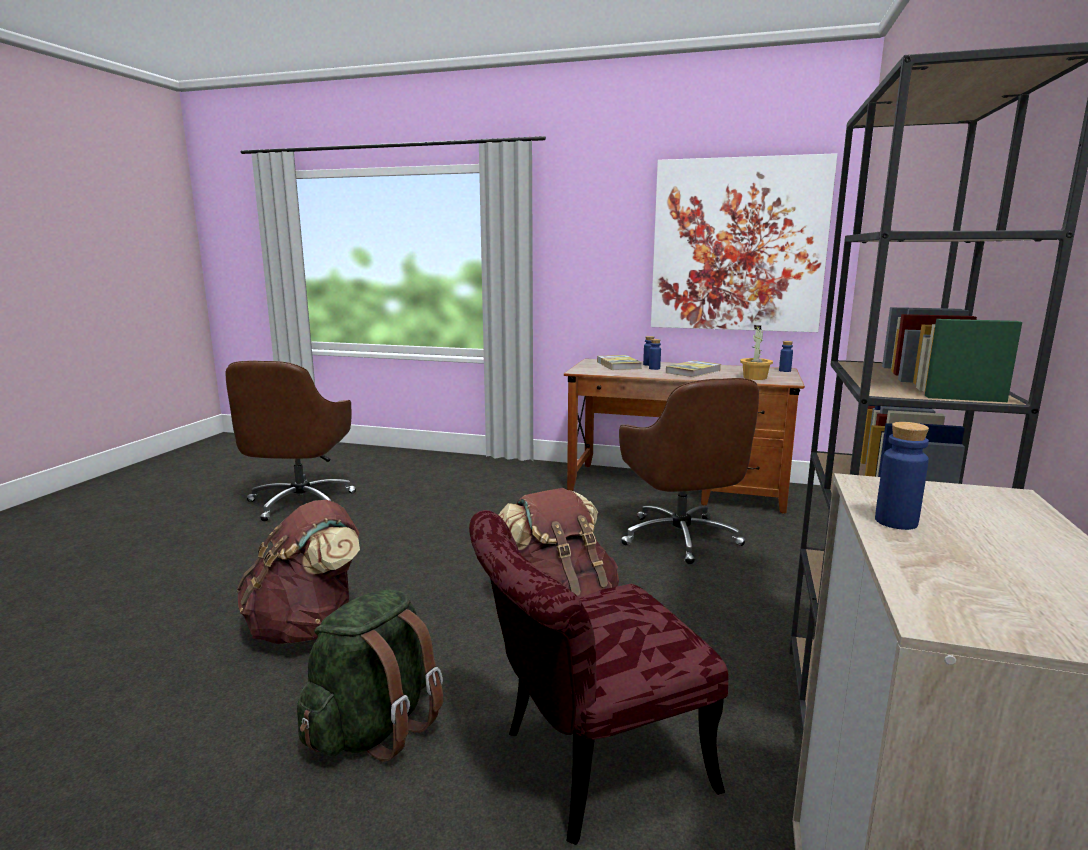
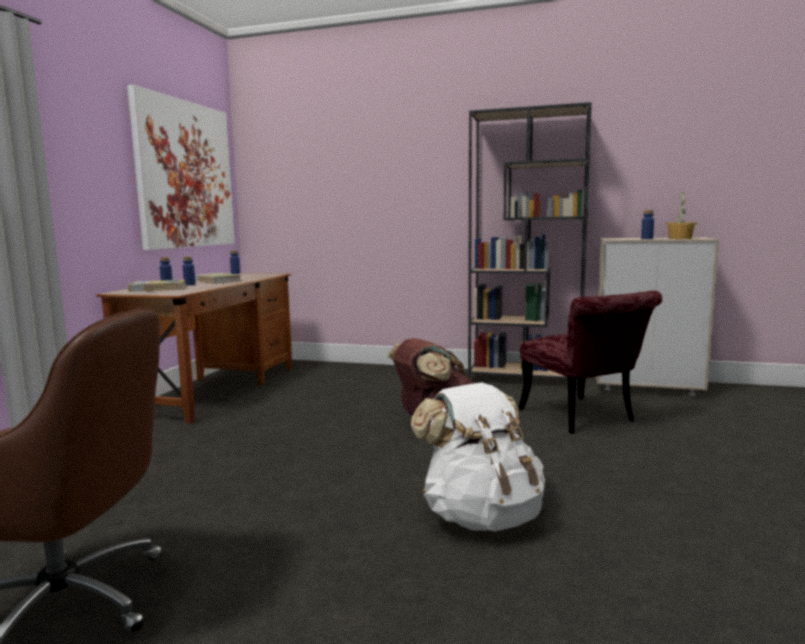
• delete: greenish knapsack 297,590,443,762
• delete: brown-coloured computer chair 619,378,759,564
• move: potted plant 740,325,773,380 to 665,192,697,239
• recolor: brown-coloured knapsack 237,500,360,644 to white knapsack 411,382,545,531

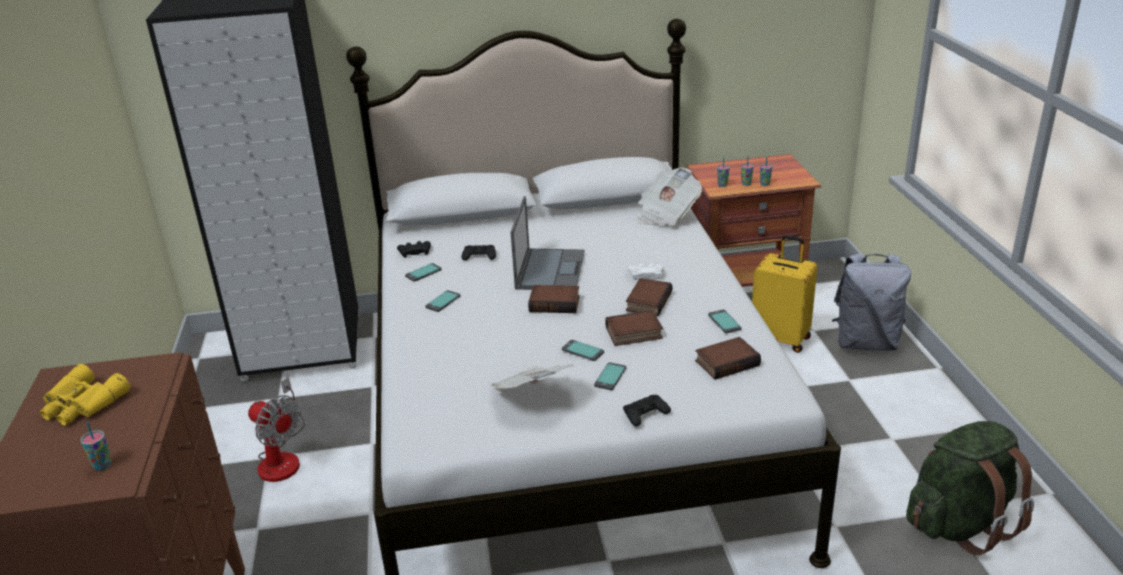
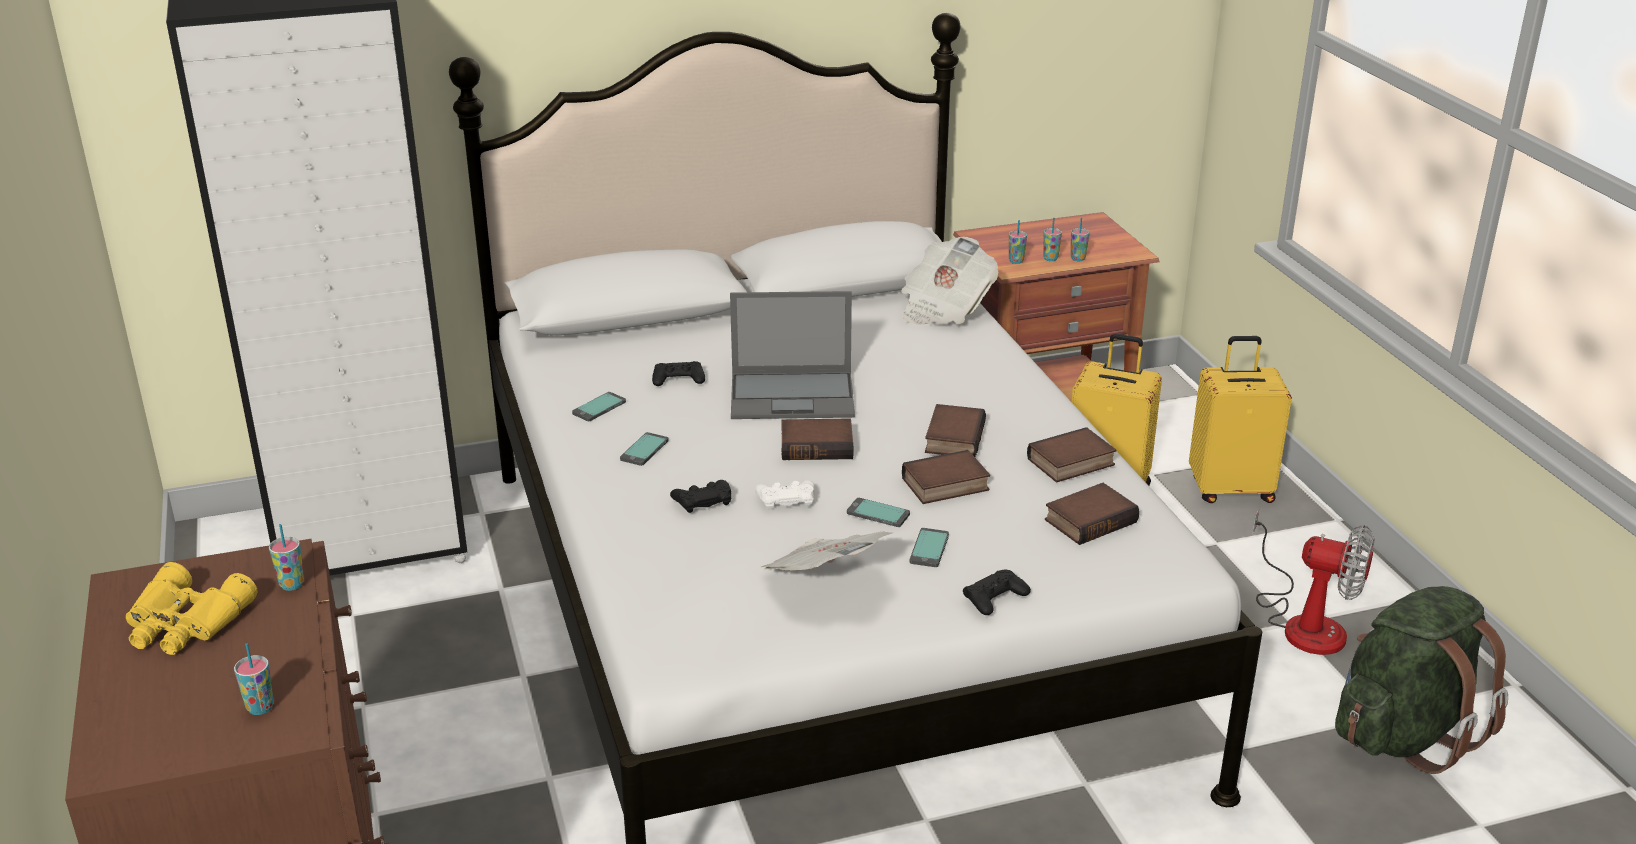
• insert: drinking cup 269,524,304,591
• move: cooling fan 248,377,305,482 to 1253,508,1374,655
• move: black gamepad 397,241,431,258 to 670,480,731,513
• move: white gamepad 628,264,664,280 to 755,480,815,509
• replace: phone 708,309,741,333 to bound book 1027,427,1116,483
• replace: gray knapsack 832,253,911,351 to yellowish travel case 1189,336,1292,503
• rotate: laptop 510,196,584,290 = 730,291,855,419 90 degrees clockwise

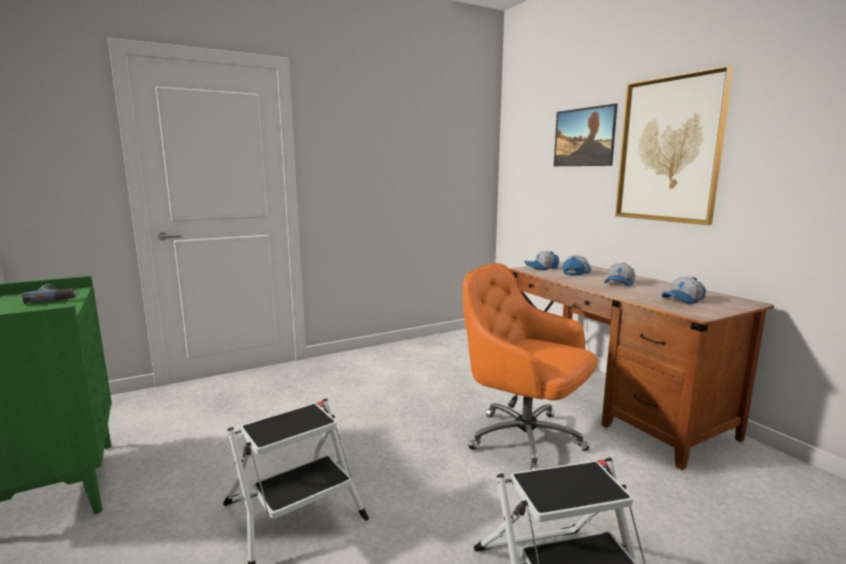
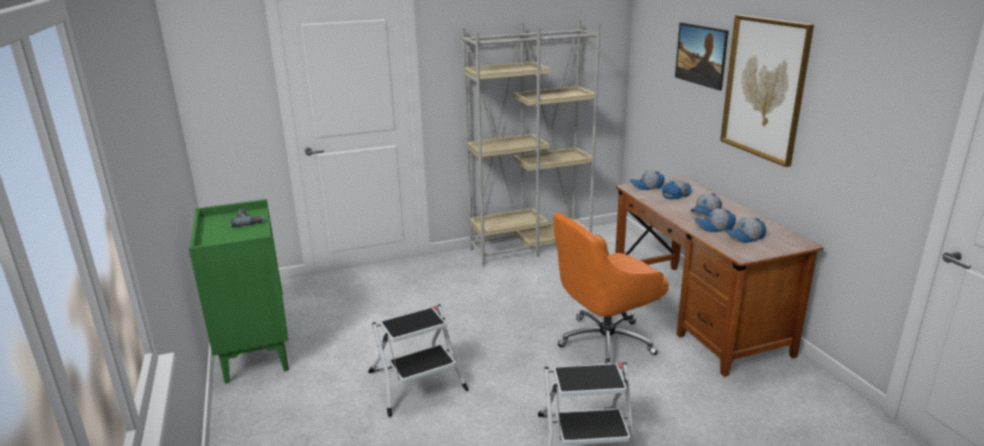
• insert: beige bookshelf 462,20,600,266
• insert: baseball cap 695,208,736,232
• rotate: orange computer chair 463,263,598,470 = 553,212,669,364 75 degrees counterclockwise

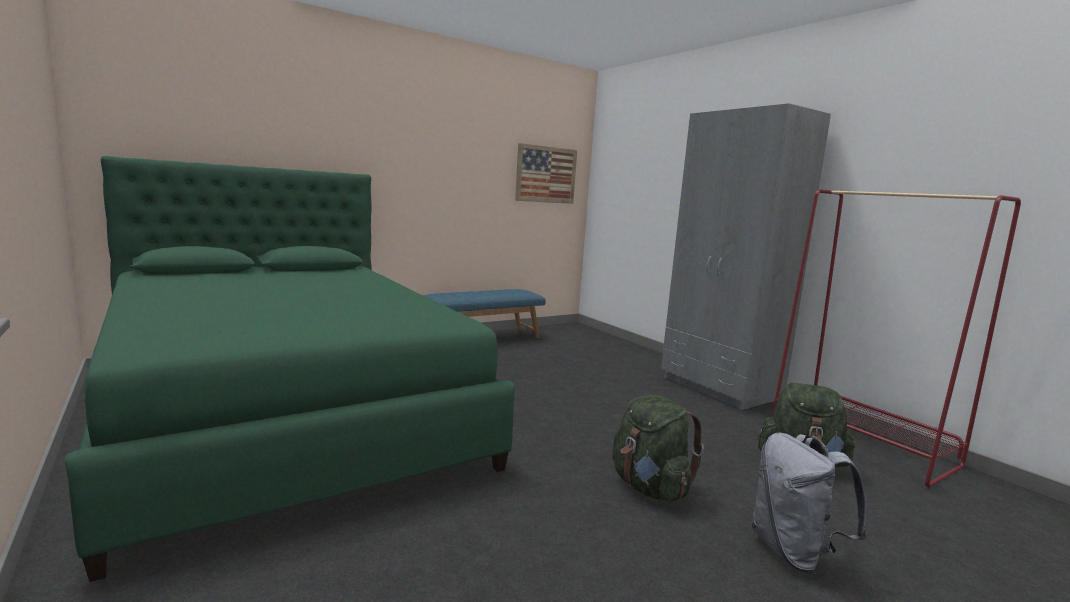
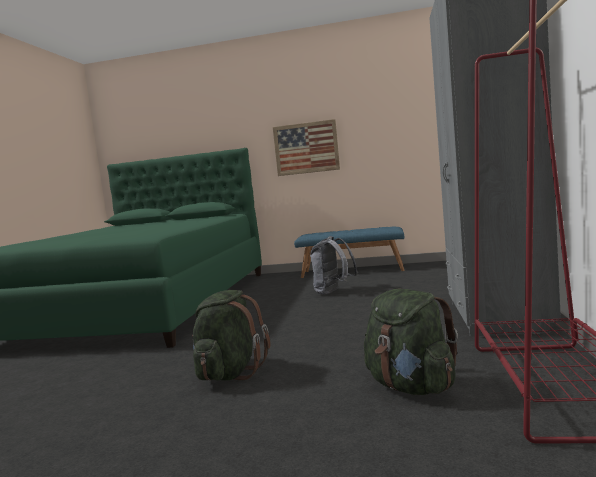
• move: wall art 515,143,577,204 to 273,119,340,176
• move: gray knapsack 752,433,867,573 to 310,236,358,295

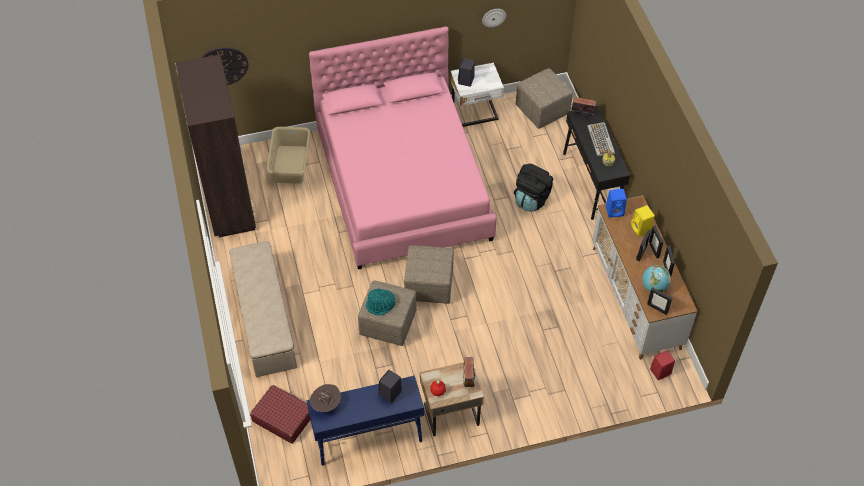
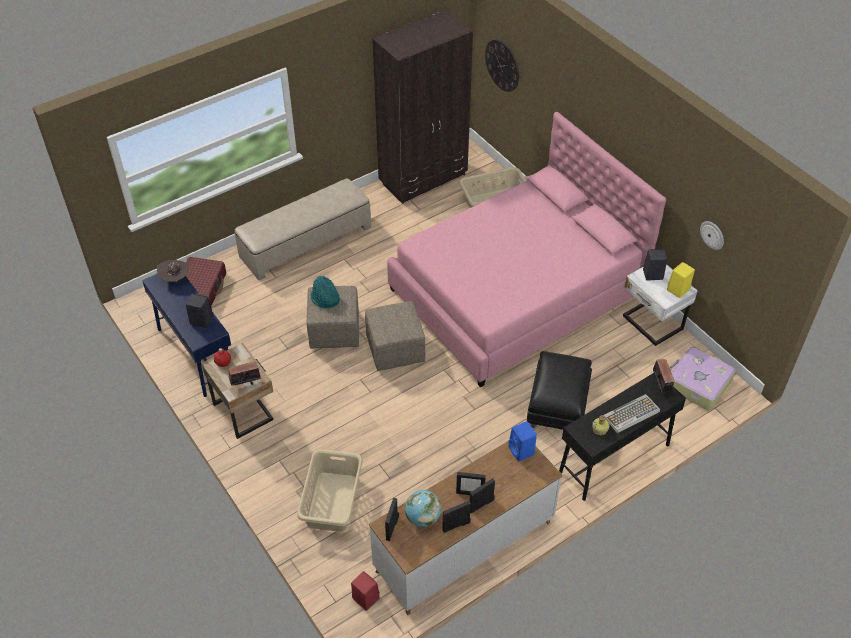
• insert: beige hamper 297,449,363,532
• move: yellowish loudspeaker 631,205,655,237 to 667,262,695,298
• replace: black knapsack 514,164,553,212 to black pouffe 527,351,592,430
• replace: beige pouffe 516,68,573,129 to travel case 669,347,735,410

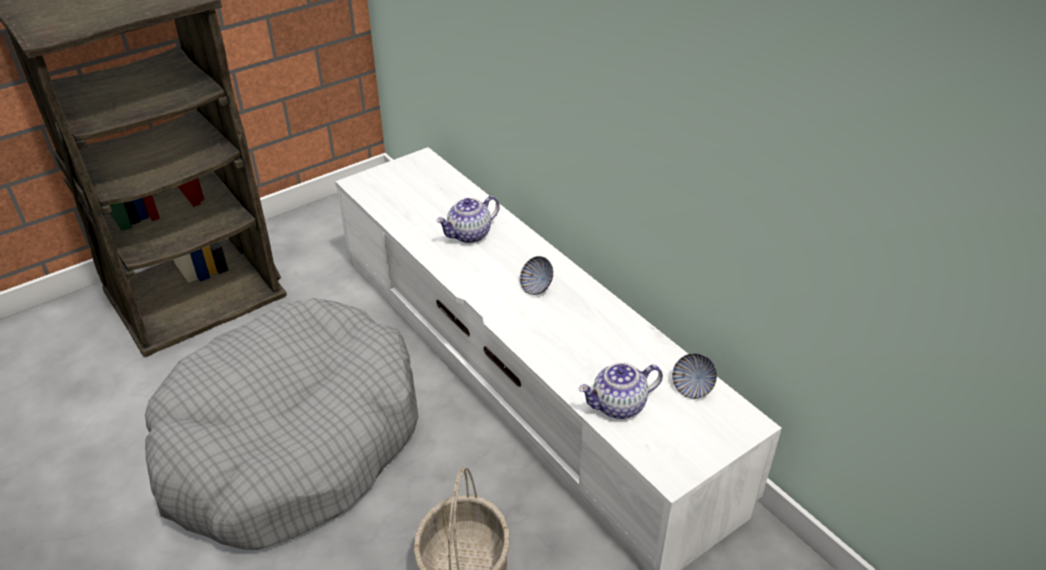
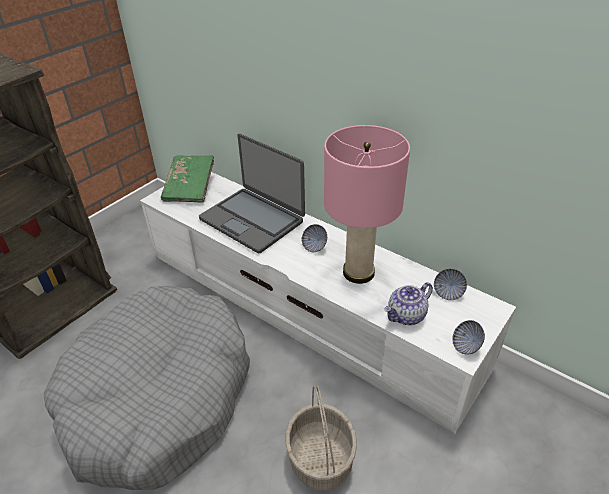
• insert: greenish bound book 161,155,214,203
• insert: pinkish tabletop lamp 324,125,410,284
• insert: bowl 452,320,485,355
• replace: pot for tea 436,196,500,243 to laptop 199,133,305,253

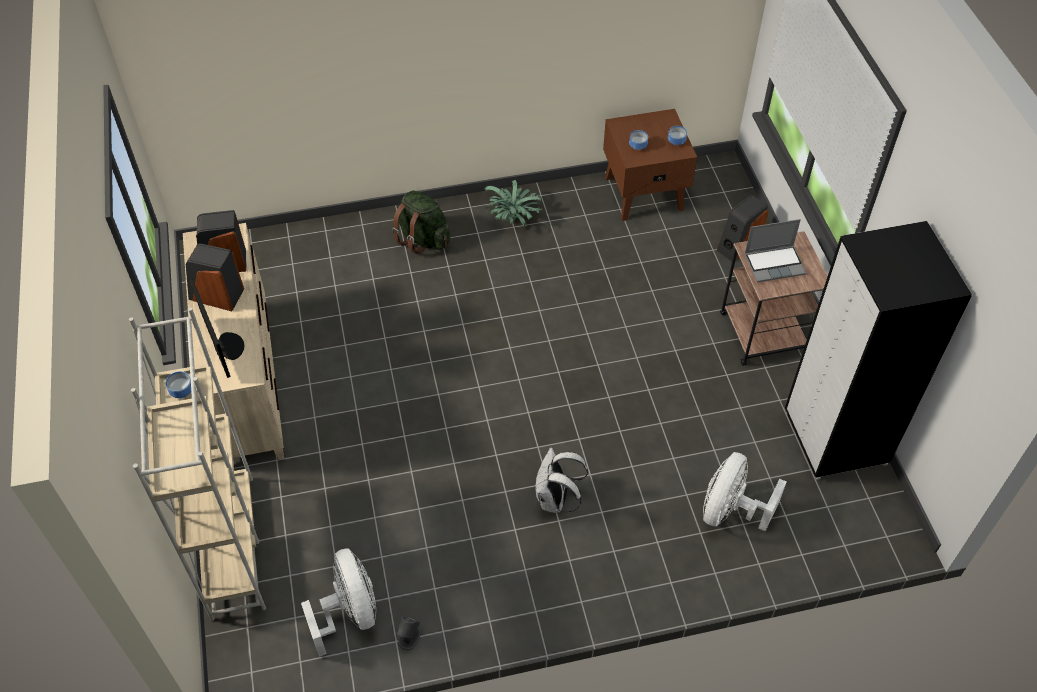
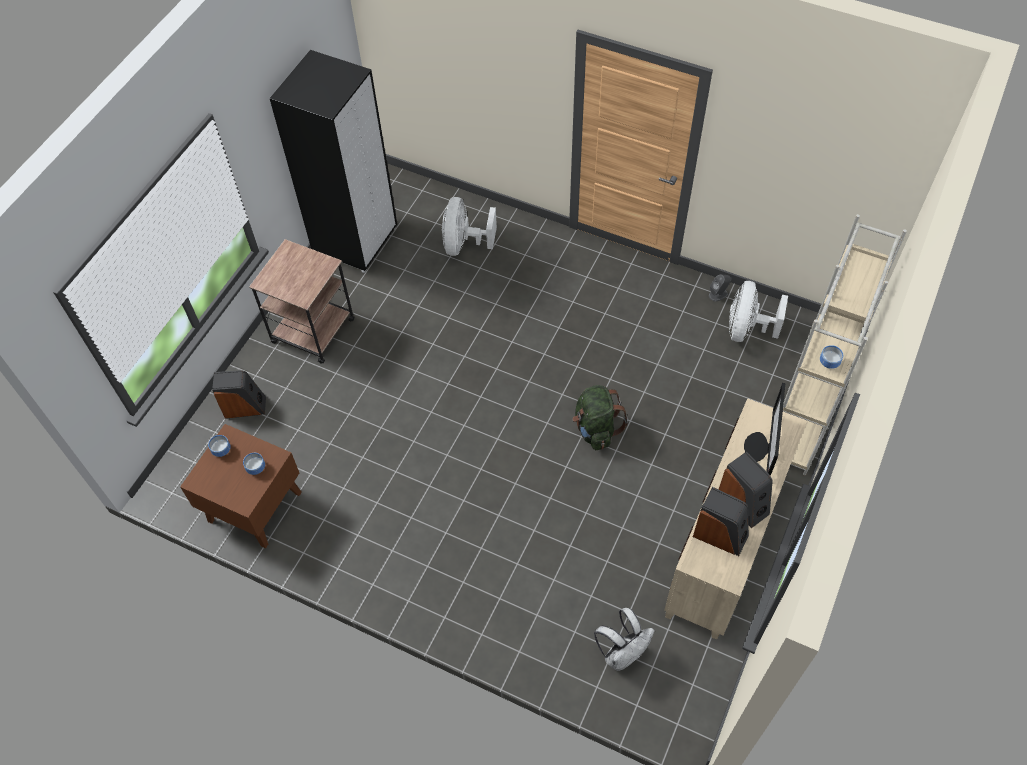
• delete: potted plant 485,179,543,226
• delete: laptop 744,219,806,282
• move: greenish knapsack 392,190,450,254 to 573,385,628,450
• move: white knapsack 535,447,588,513 to 594,608,655,671
• rotate: white cooling fan 703,452,786,531 = 442,197,497,256 120 degrees clockwise

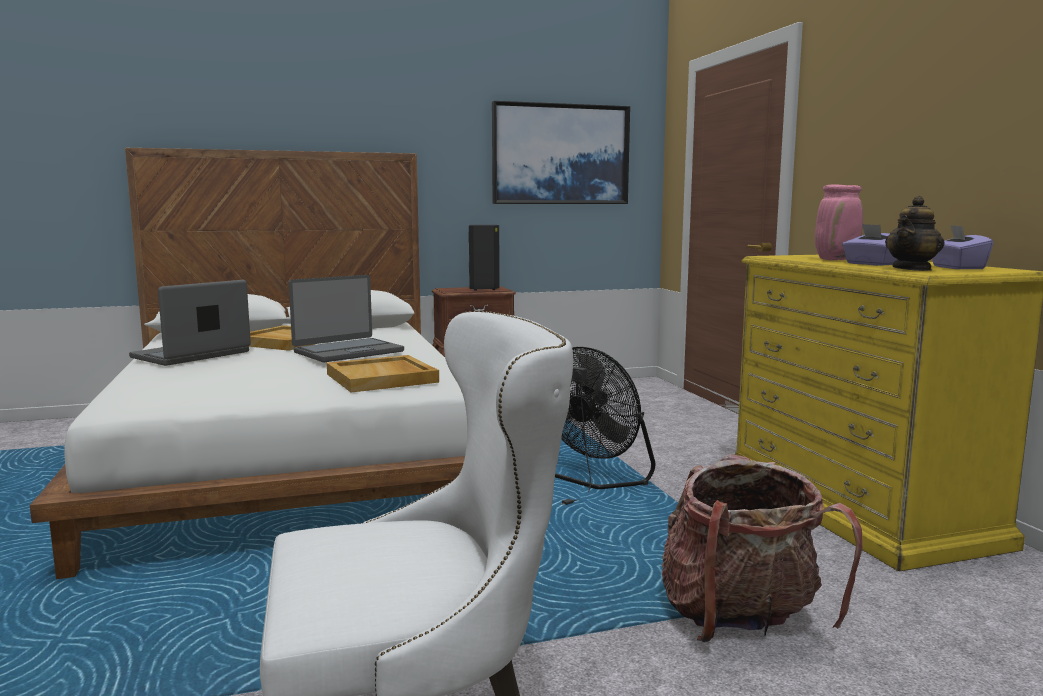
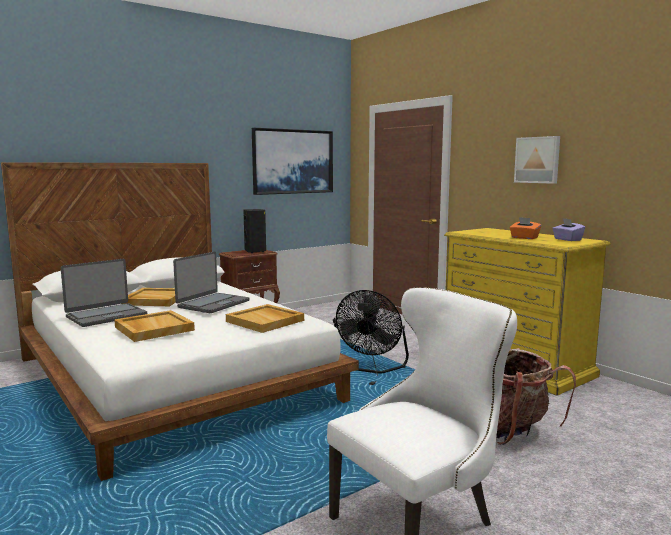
• delete: pinkish vase 815,184,863,260
• delete: pot for tea 885,196,944,271
• insert: beige serving tray 114,310,195,342
• insert: wall art 514,136,560,184
• recolor: purple-coloured tissue holder 842,224,898,266 to orange tissue holder 509,217,541,239
• rotate: laptop 129,280,251,366 = 61,259,147,327 150 degrees counterclockwise

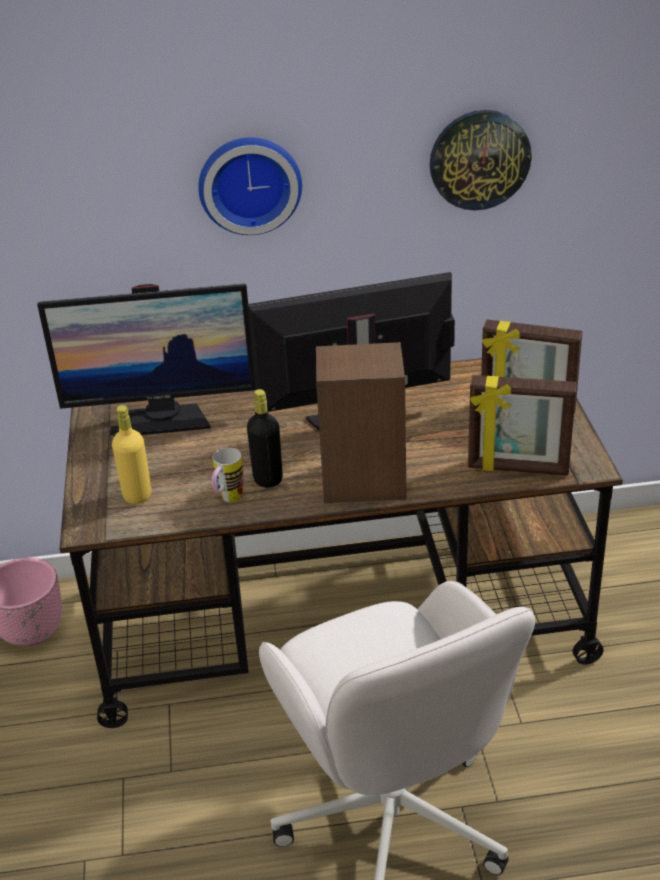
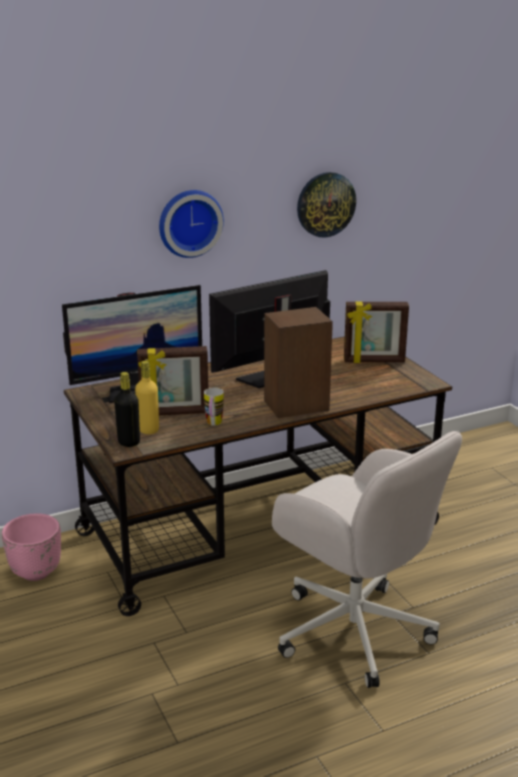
• move: black beverage bottle 247,389,283,488 to 114,372,140,447
• move: standing frame 468,375,576,476 to 137,346,208,415

